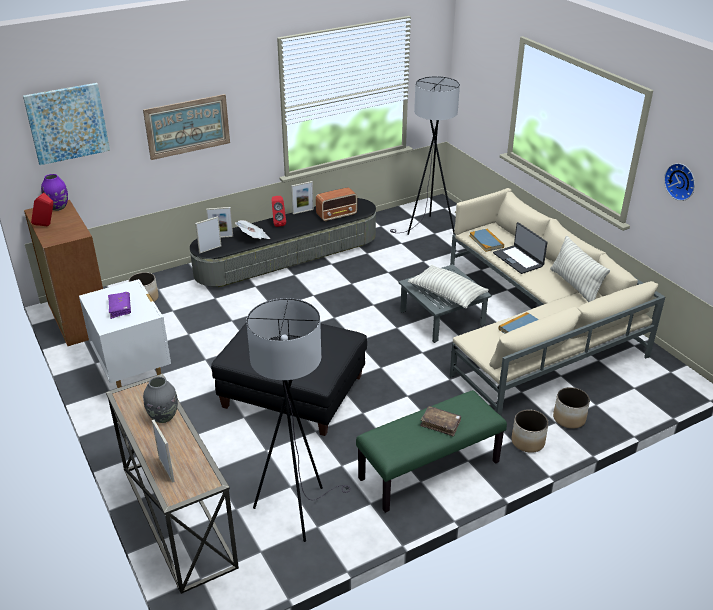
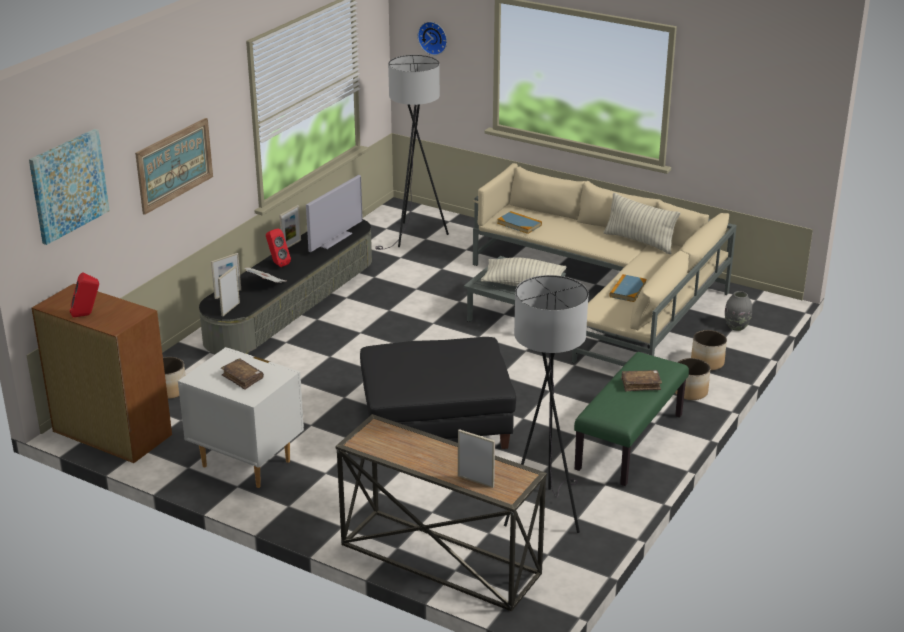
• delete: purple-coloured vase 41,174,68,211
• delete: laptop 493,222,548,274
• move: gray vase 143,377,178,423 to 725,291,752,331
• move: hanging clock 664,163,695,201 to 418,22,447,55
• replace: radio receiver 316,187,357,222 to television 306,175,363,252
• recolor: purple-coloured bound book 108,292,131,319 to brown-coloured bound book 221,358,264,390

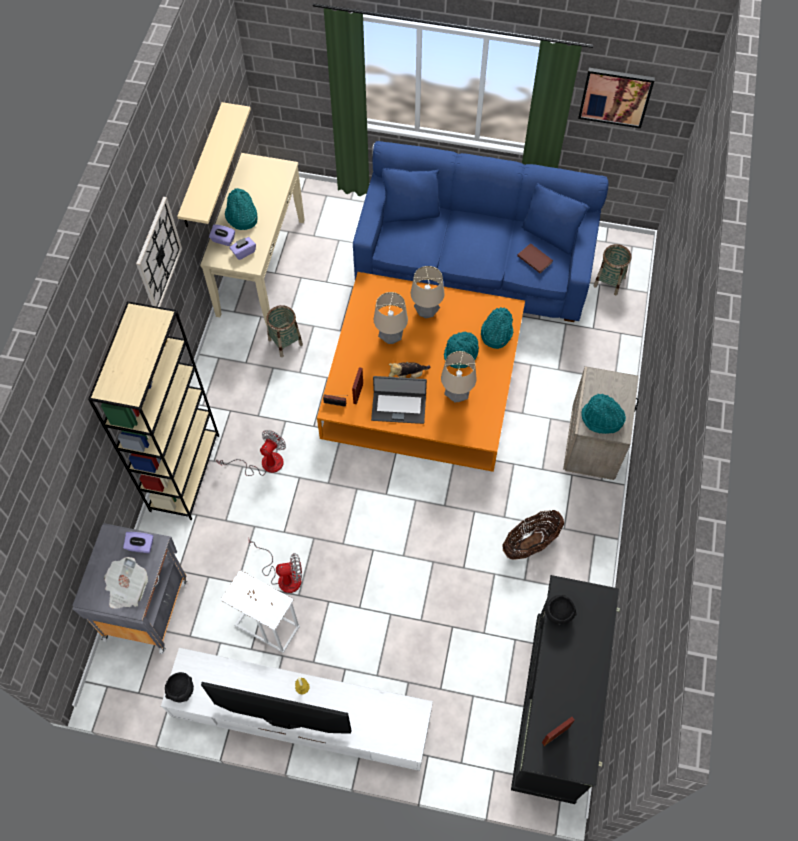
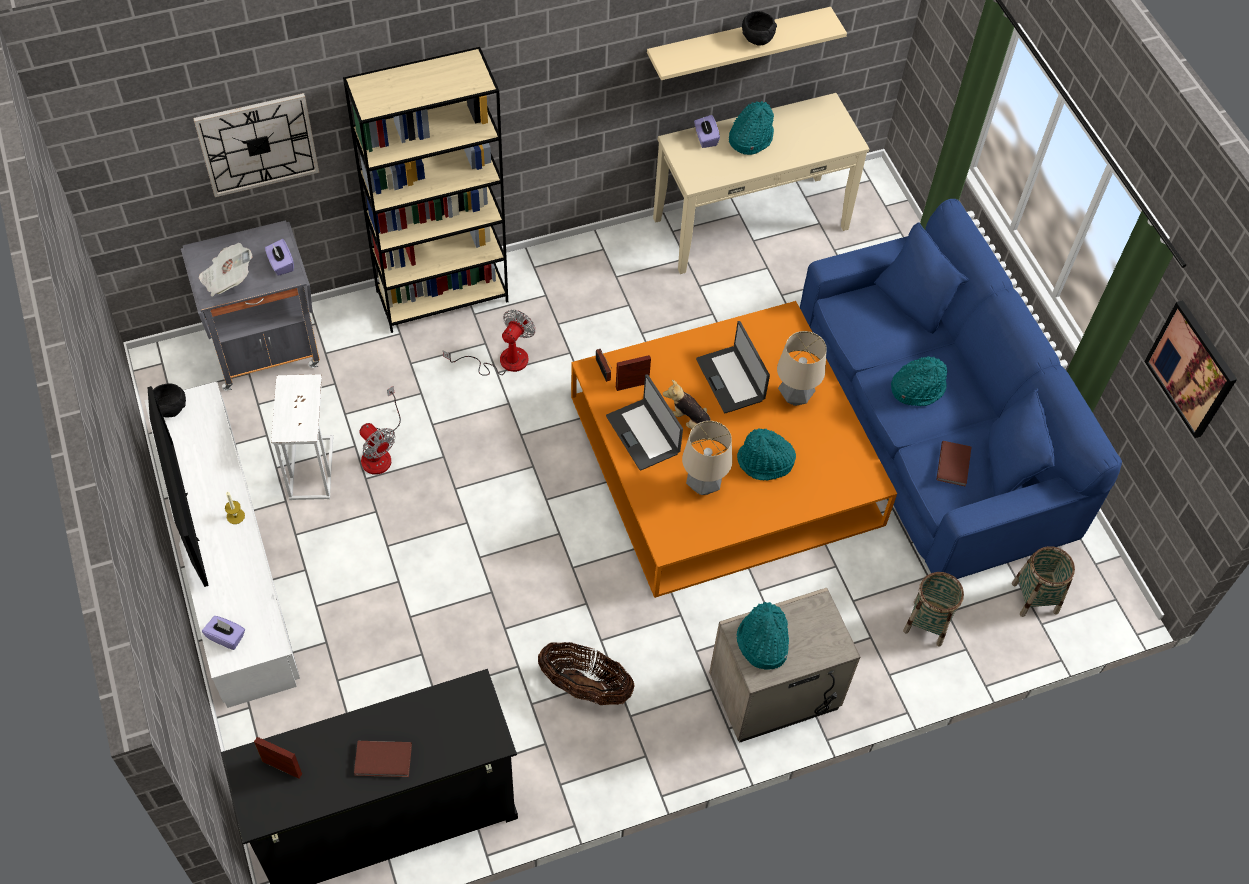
• insert: brown-coloured bound book 354,741,412,777
• move: hanging clock 136,197,182,307 to 193,93,319,197
• move: purple-coloured tissue holder 230,237,256,260 to 202,616,245,650
• move: basket 266,305,303,357 to 903,572,964,647
• move: blue-green hat 481,307,513,349 to 891,356,948,406
• move: black bowl 545,595,577,626 to 742,11,777,46
• replace: tabletop lamp 374,292,408,344 to laptop 696,321,770,413
• rotate: cooling fan 216,430,286,476 = 443,310,535,376 60 degrees counterclockwise

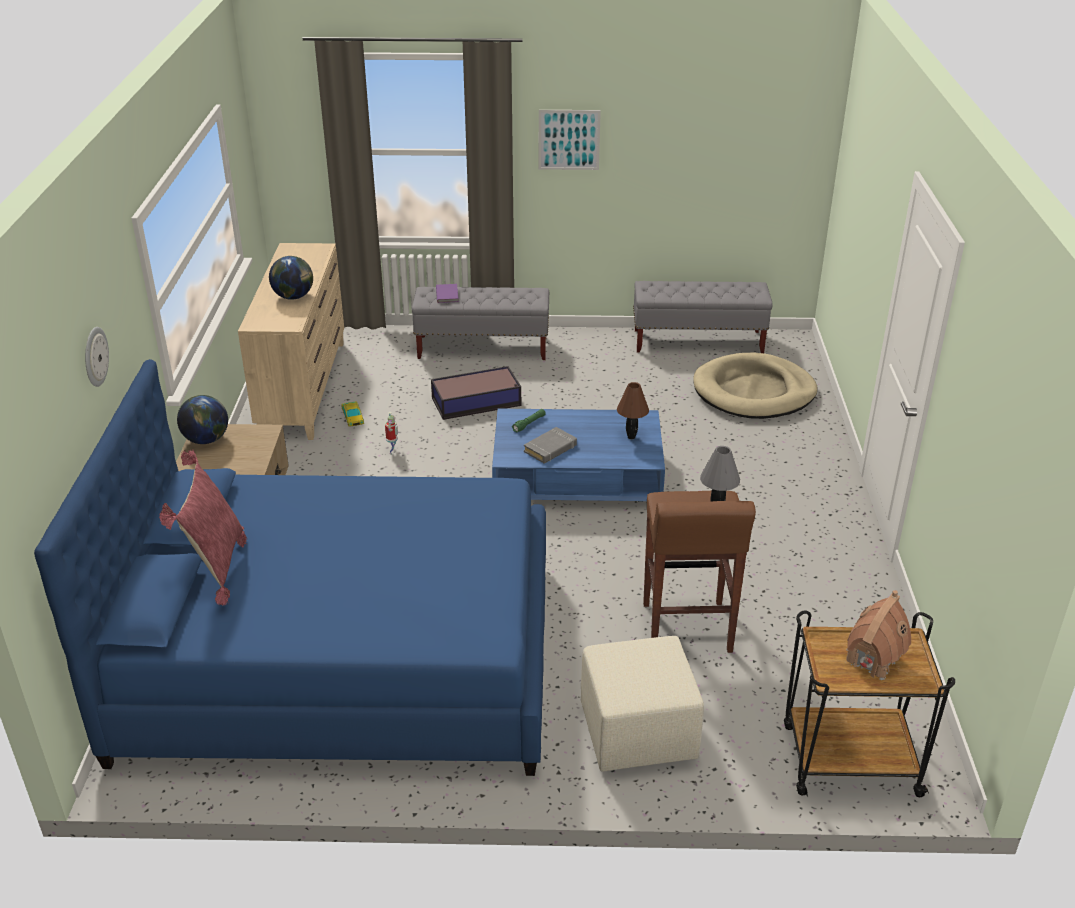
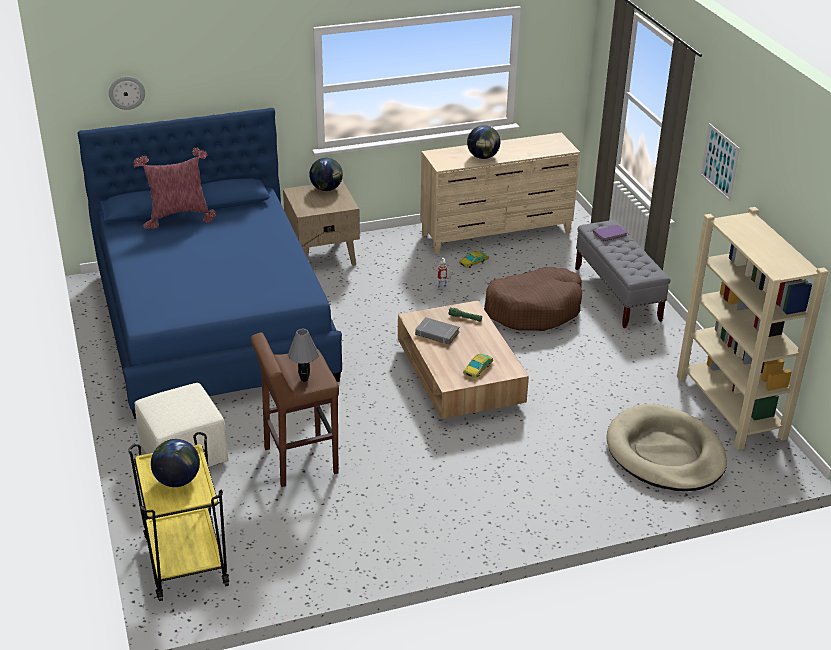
• move: hanging clock 85,327,109,387 to 109,77,145,110
• replace: storage container 431,366,521,420 to brown-coloured dog cushion 484,267,582,331
• replace: brown-coloured tabletop lamp 617,382,649,439 to model car 463,353,493,378
• replace: gray bench 633,281,773,353 to beige bookshelf 677,207,828,450
• replace: model house 846,590,911,680 to world globe 151,439,200,487
• recolor: bluish lounge table 492,408,665,502 to brown-coloured lounge table 398,300,529,419
• recolor: brown-coloured wheeled cart 784,611,955,797 to yellowish wheeled cart 129,432,229,601

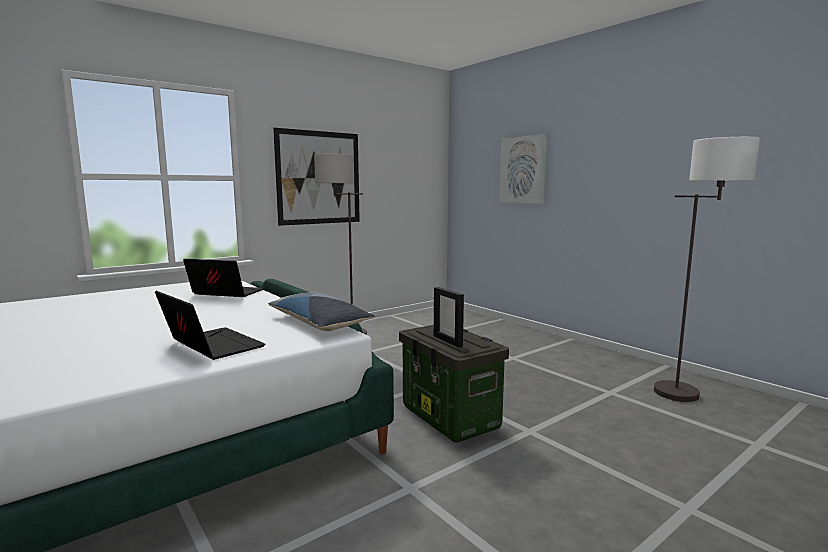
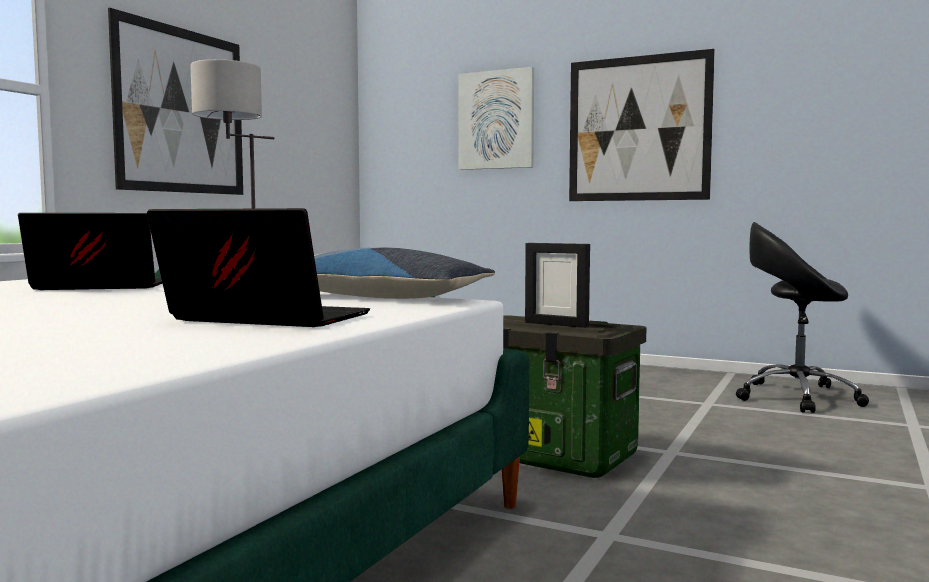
• insert: wall art 569,49,715,201
• replace: white standard lamp 654,137,760,402 to black computer chair 736,222,869,413

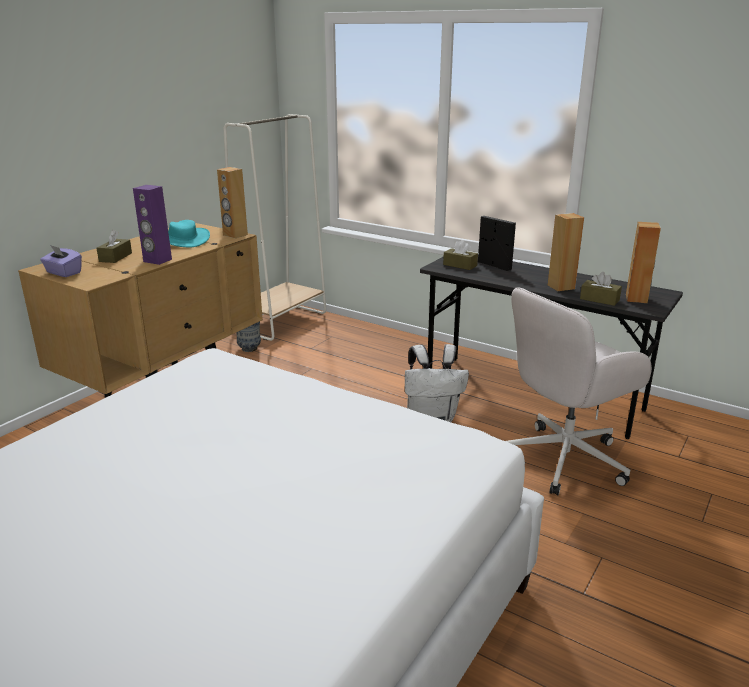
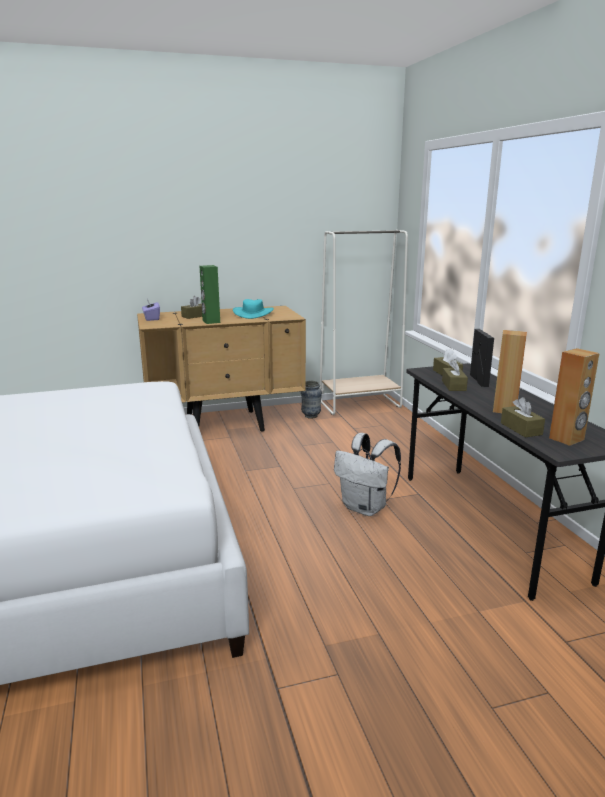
• delete: brown-coloured loudspeaker 217,167,248,238
• delete: white computer chair 506,287,652,495
• insert: brown-coloured tissue holder 442,359,468,391
• recolor: purple-coloured loudspeaker 133,185,172,265 to greenish loudspeaker 199,265,220,324

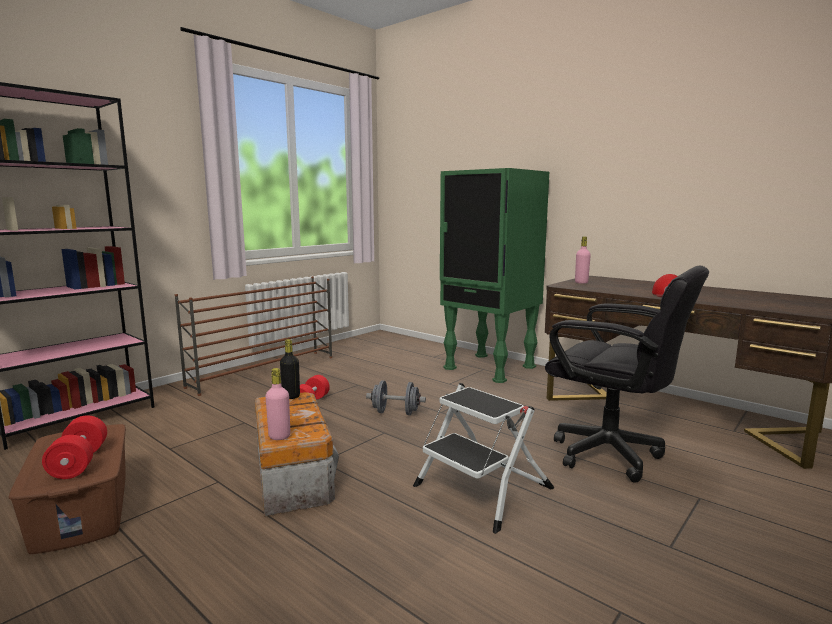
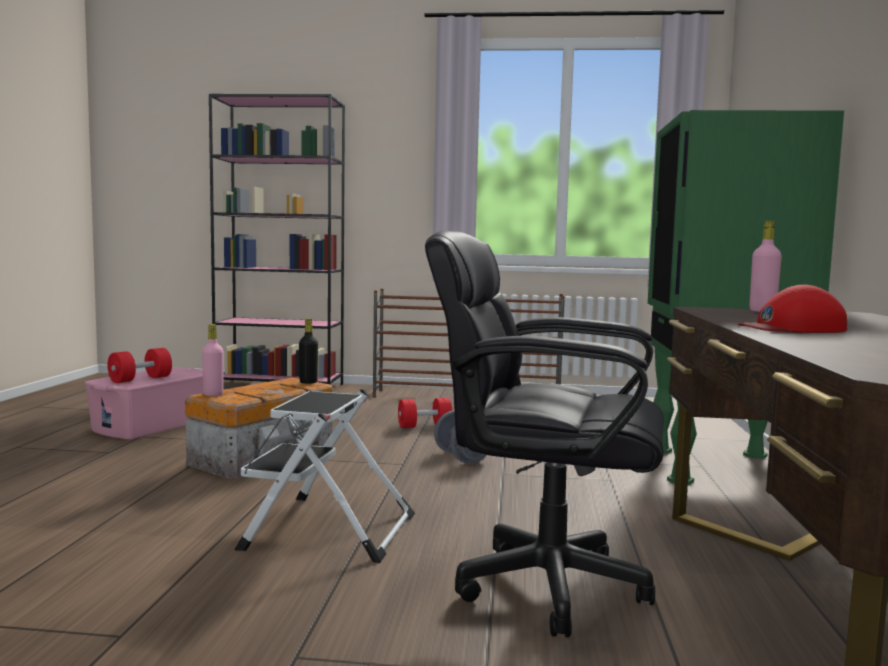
• recolor: brown-coloured storage container 8,424,126,554 to pinkish storage container 84,367,203,439
• rotate: black computer chair 545,265,709,483 = 425,231,664,637 105 degrees clockwise

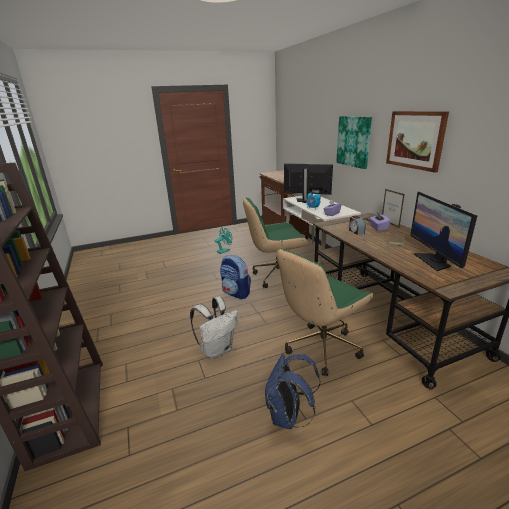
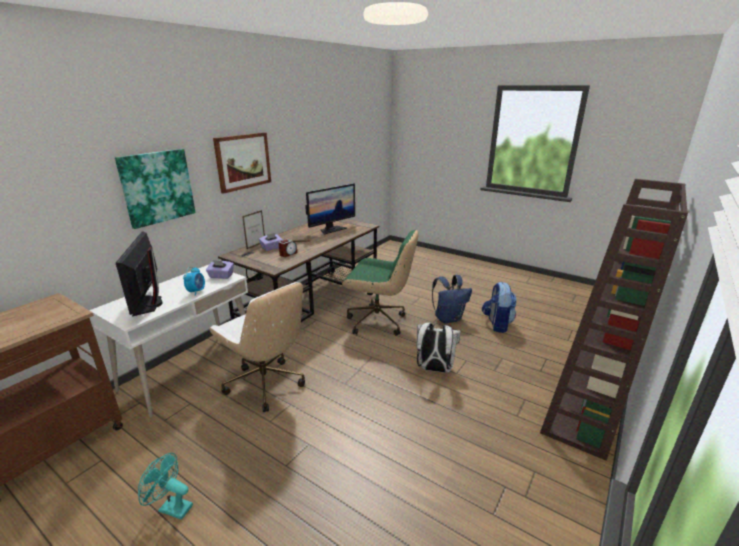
• move: knapsack 220,255,251,299 to 482,282,517,333
• recolor: greenish computer chair 243,198,308,288 to white computer chair 209,282,305,412

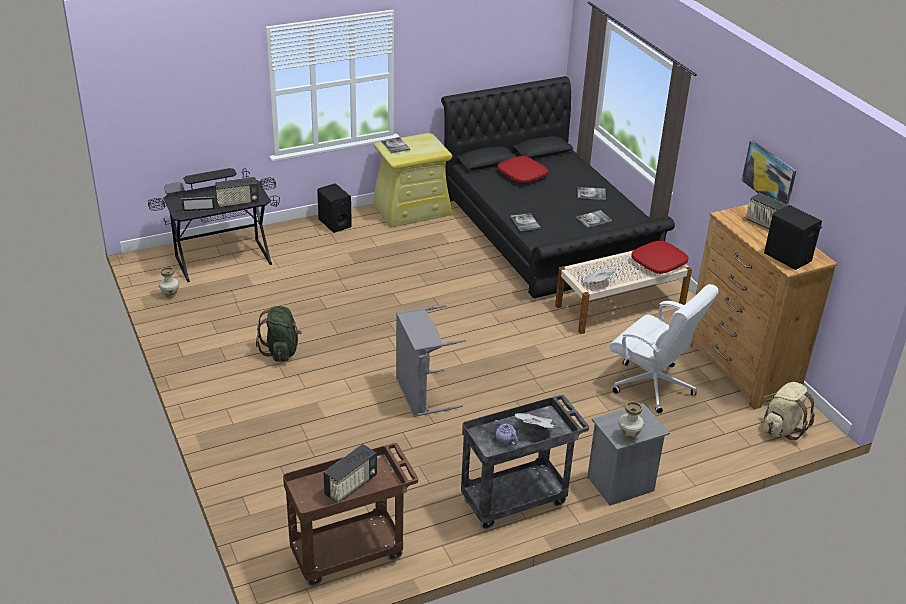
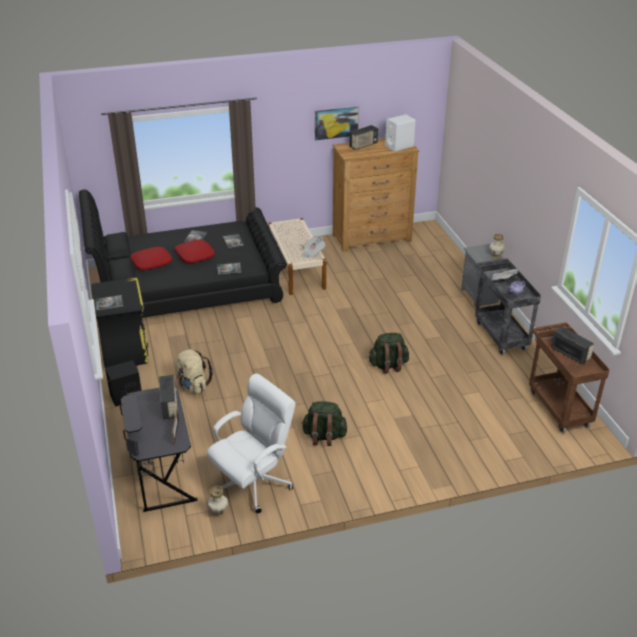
• move: white computer chair 610,284,719,413 to 207,373,296,513
• move: red-coloured cushion 631,241,689,274 to 175,240,215,263
• move: beige knapsack 764,382,815,440 to 175,349,213,394
• replace: gray hamper 396,305,466,417 to greenish knapsack 368,333,409,374
• recolor: yellowish bedside table 374,133,452,227 to black bedside table 92,278,149,368
• recolor: black loudspeaker 764,205,822,270 to white loudspeaker 385,114,415,152

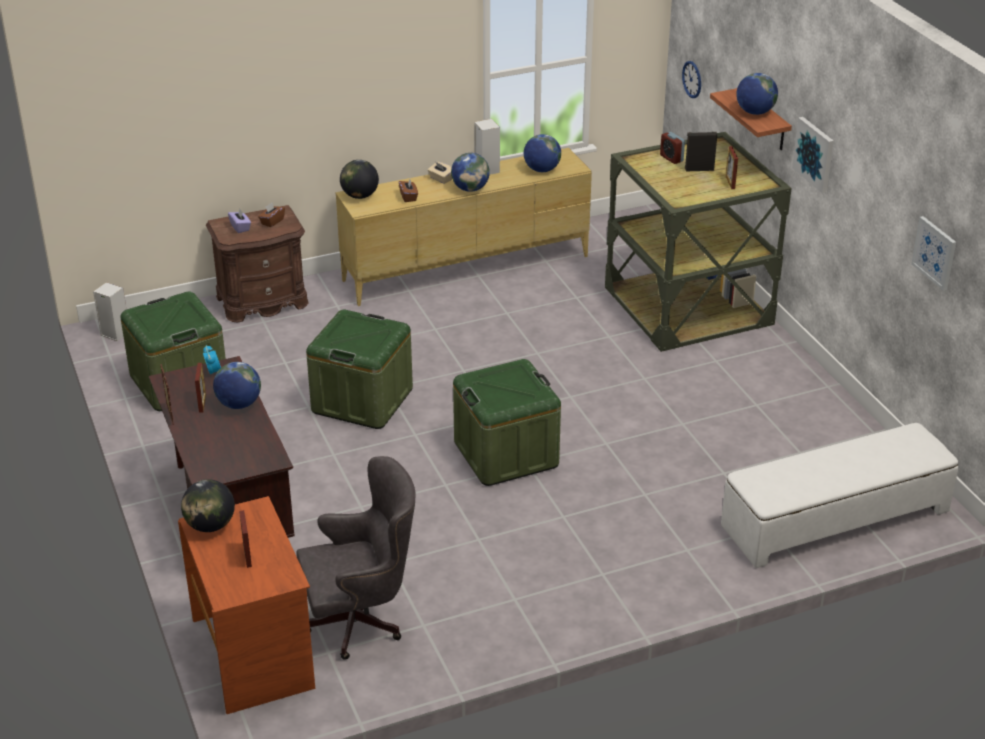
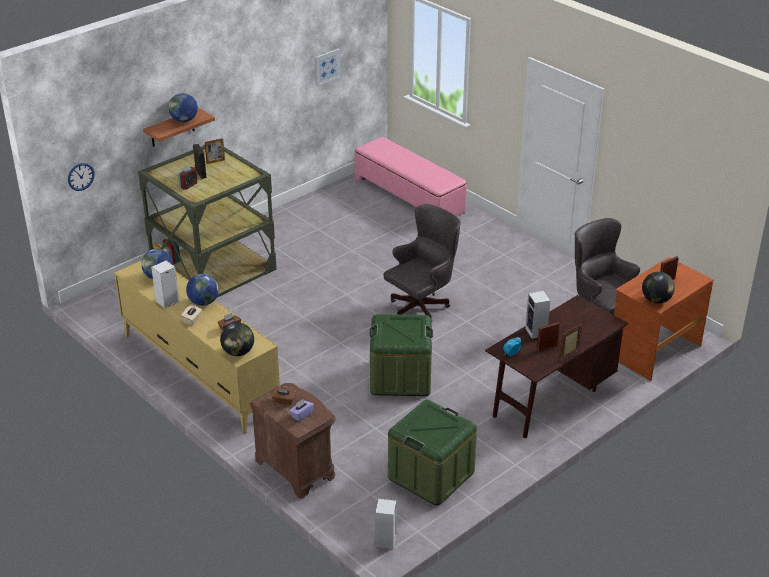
• delete: wall art 792,117,834,193
• replace: world globe 213,362,261,409 to loudspeaker 525,291,550,339
• replace: greenish storage container 453,359,561,486 to gray computer chair 384,204,461,317
• recolor: white bench 721,423,958,568 to pinkish bench 354,137,467,217

